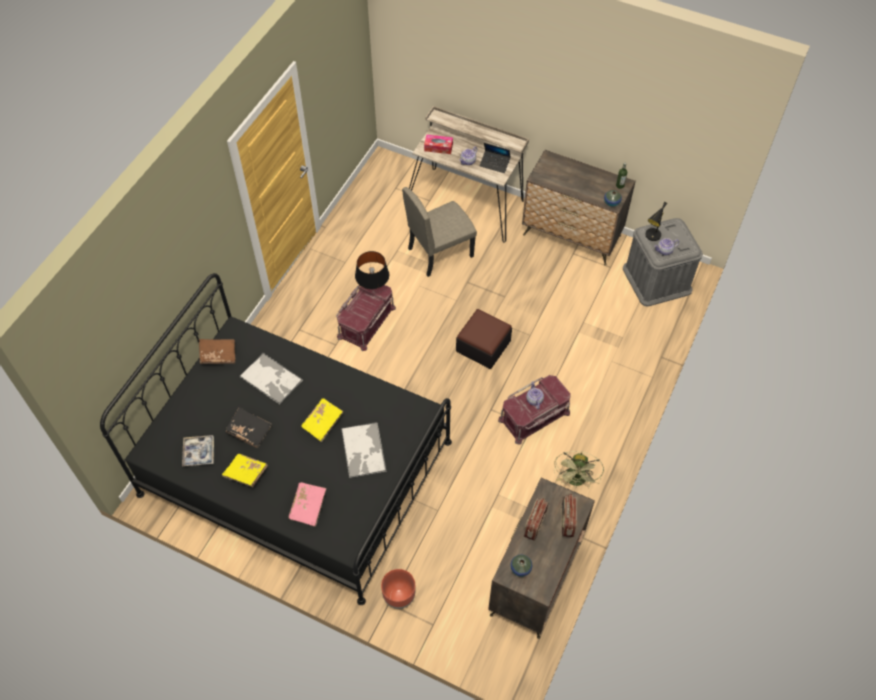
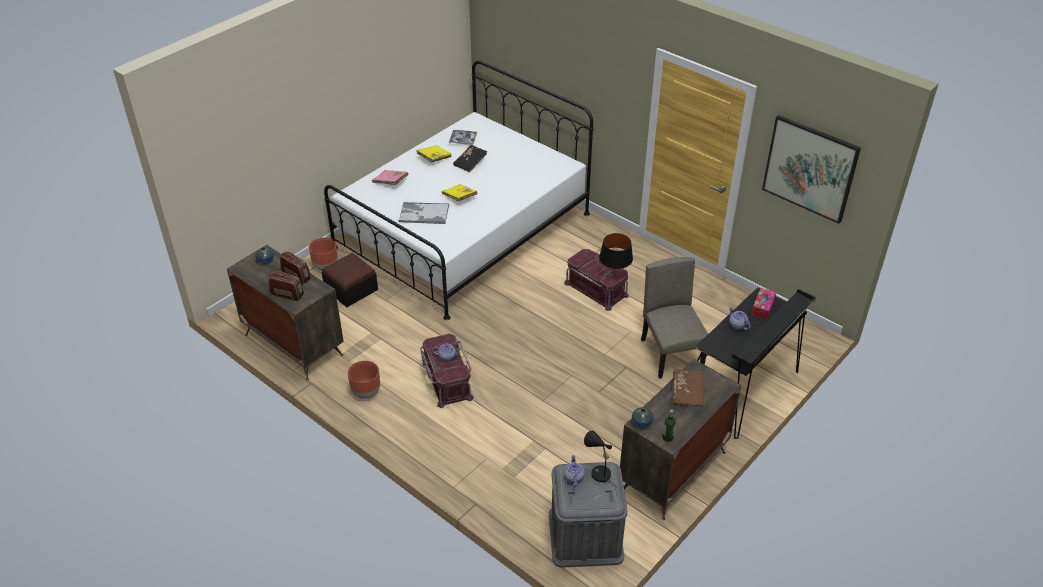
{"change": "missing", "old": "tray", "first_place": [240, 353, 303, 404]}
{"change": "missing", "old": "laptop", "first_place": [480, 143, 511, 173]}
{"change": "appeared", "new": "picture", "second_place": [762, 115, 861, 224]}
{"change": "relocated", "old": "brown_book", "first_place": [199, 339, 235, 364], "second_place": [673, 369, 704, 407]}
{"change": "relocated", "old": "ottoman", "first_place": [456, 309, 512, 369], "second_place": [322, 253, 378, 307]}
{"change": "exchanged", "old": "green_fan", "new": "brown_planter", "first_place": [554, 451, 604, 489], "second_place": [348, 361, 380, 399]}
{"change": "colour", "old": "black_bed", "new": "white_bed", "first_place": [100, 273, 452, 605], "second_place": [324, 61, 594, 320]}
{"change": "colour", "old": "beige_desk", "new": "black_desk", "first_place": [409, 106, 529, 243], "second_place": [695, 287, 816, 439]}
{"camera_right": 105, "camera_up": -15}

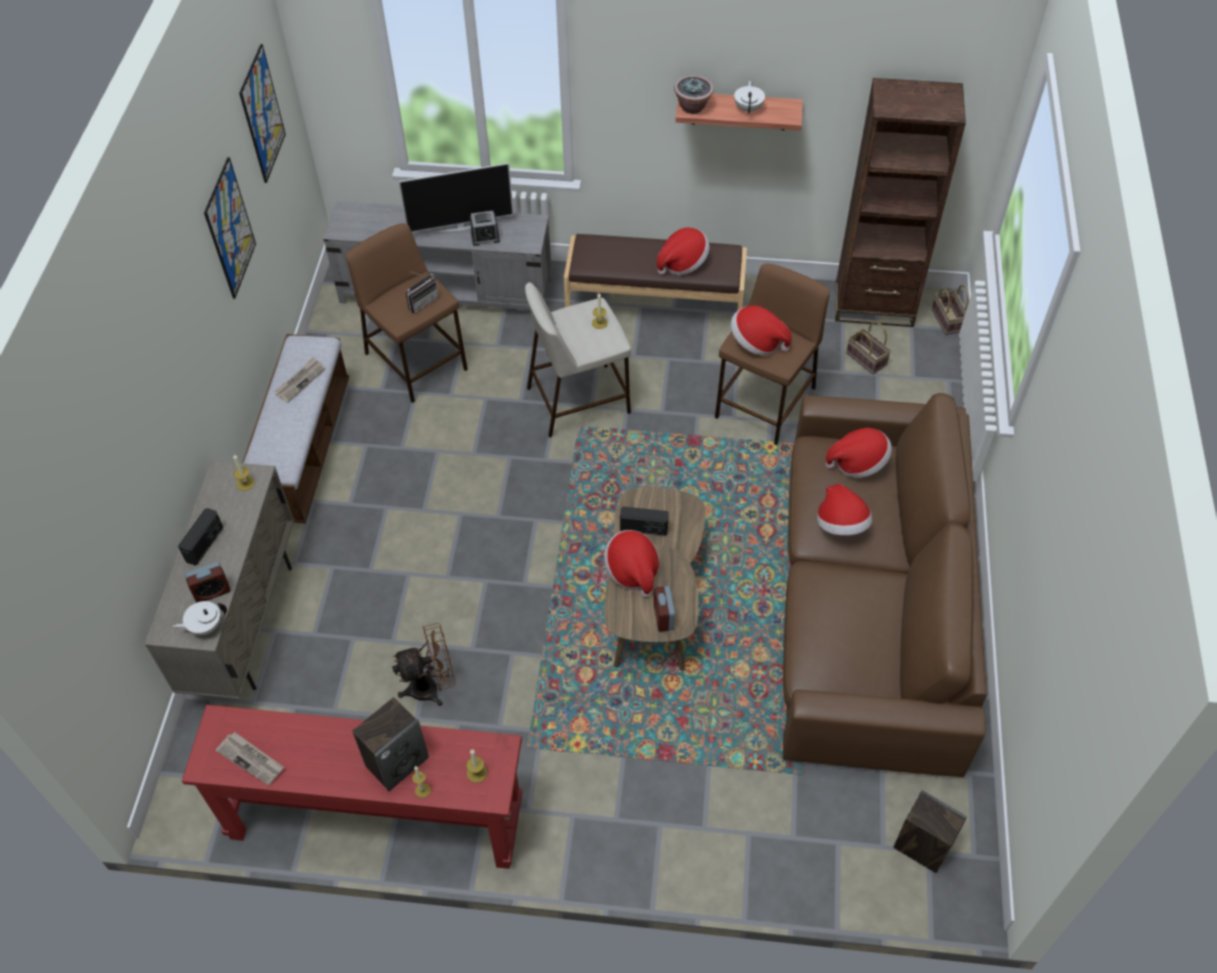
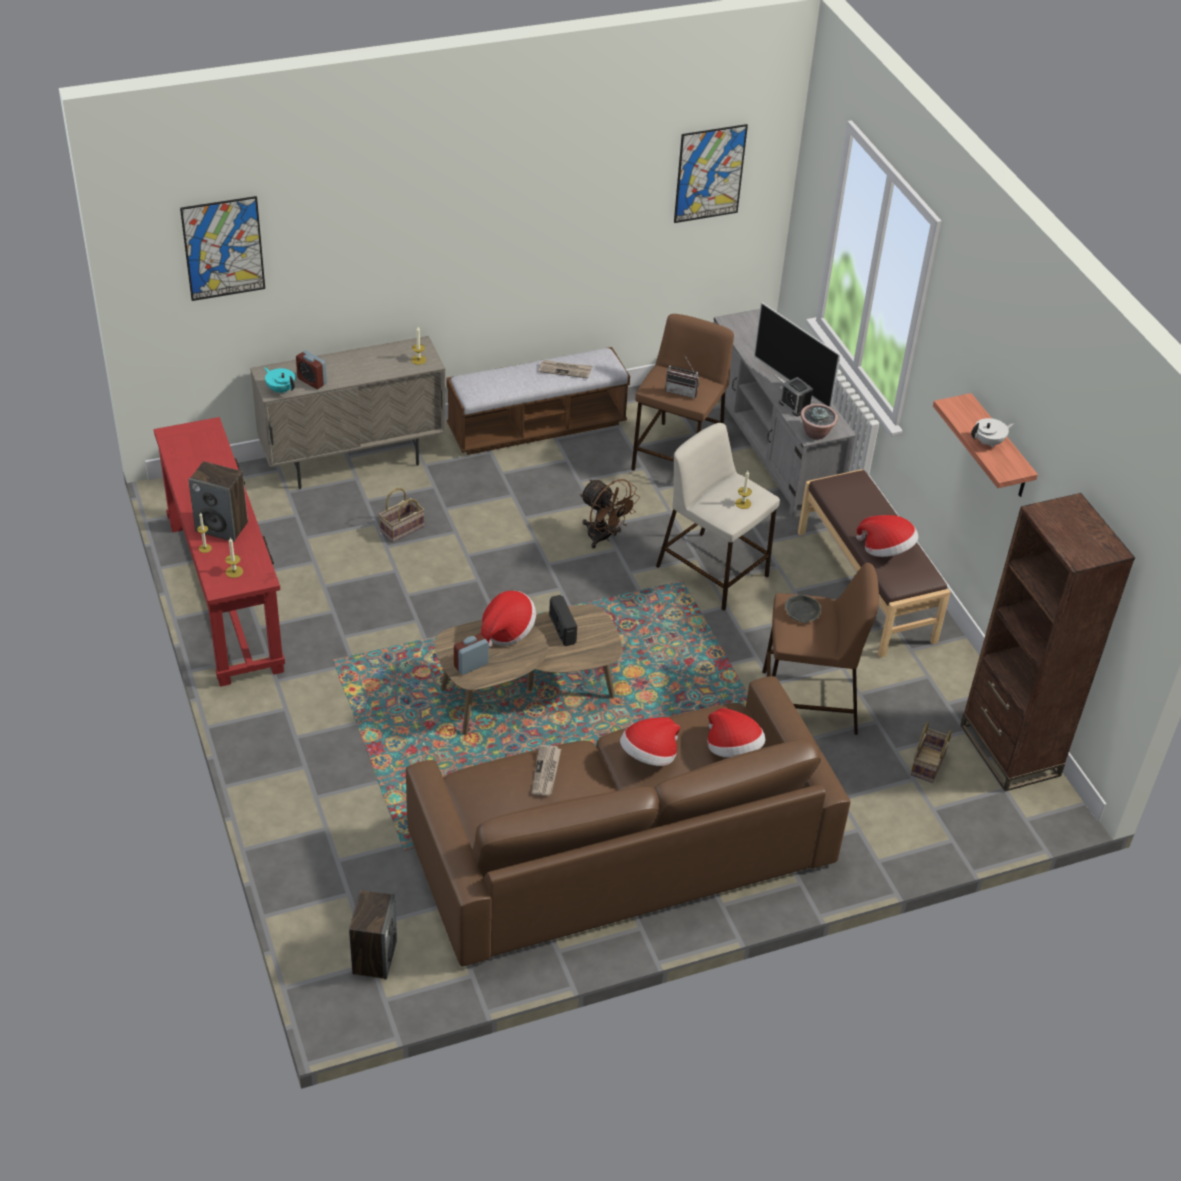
{"change": "missing", "old": "radio", "first_place": [178, 508, 223, 566]}
{"change": "relocated", "old": "picture", "first_place": [204, 157, 256, 299], "second_place": [180, 196, 265, 301]}
{"change": "relocated", "old": "newspaper", "first_place": [215, 732, 284, 786], "second_place": [532, 745, 561, 796]}
{"change": "relocated", "old": "brown_fan", "first_place": [392, 623, 456, 706], "second_place": [580, 479, 640, 549]}
{"change": "relocated", "old": "potted_plant", "first_place": [674, 75, 714, 114], "second_place": [801, 404, 838, 440]}
{"change": "relocated", "old": "basket", "first_place": [932, 285, 969, 335], "second_place": [379, 488, 425, 542]}
{"change": "exchanged", "old": "hat", "new": "grey_bowl", "first_place": [731, 305, 792, 356], "second_place": [785, 595, 821, 623]}
{"change": "colour", "old": "white_teapot", "new": "turquoise_teapot", "first_place": [173, 601, 227, 635], "second_place": [264, 367, 295, 393]}
{"camera_right": 60, "camera_up": -10}

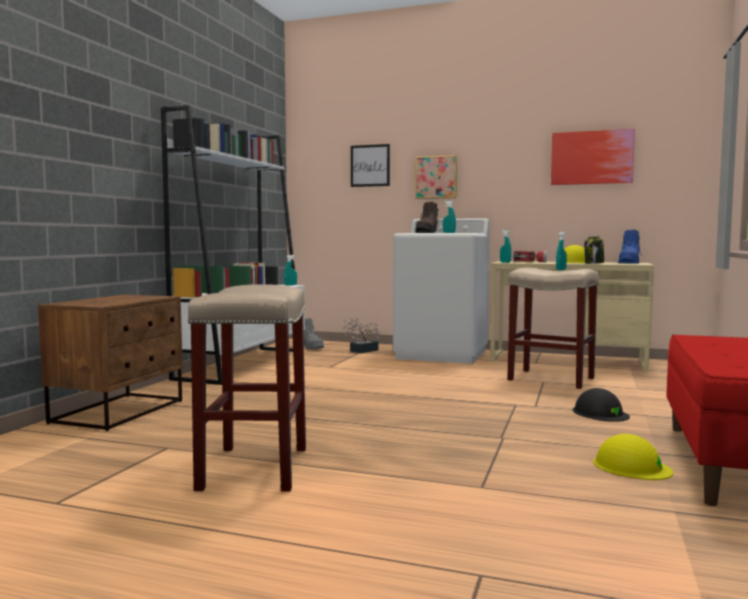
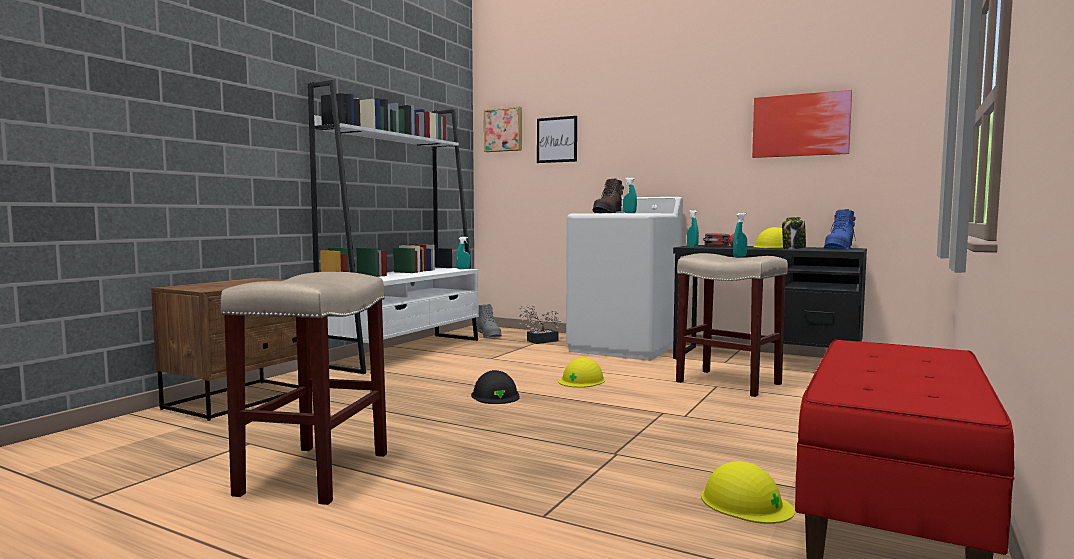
{"change": "appeared", "new": "yellow_hard_hat", "second_place": [558, 358, 605, 388]}
{"change": "relocated", "old": "picture", "first_place": [415, 155, 457, 199], "second_place": [484, 107, 522, 152]}
{"change": "relocated", "old": "black_hard_hat", "first_place": [573, 388, 630, 422], "second_place": [471, 370, 520, 404]}
{"change": "colour", "old": "beige_desk", "new": "black_desk", "first_place": [490, 261, 654, 371], "second_place": [673, 245, 867, 359]}
{"camera_right": 10, "camera_up": 0}

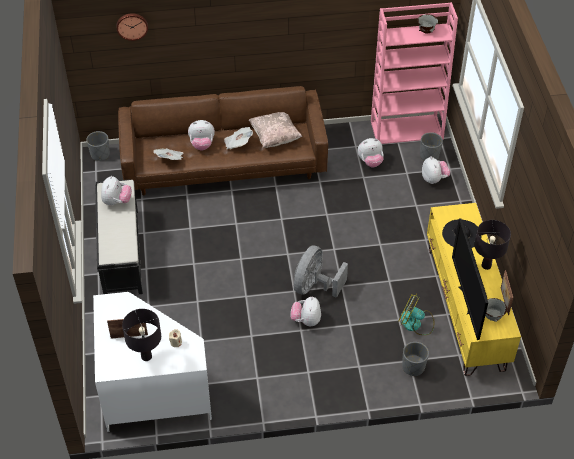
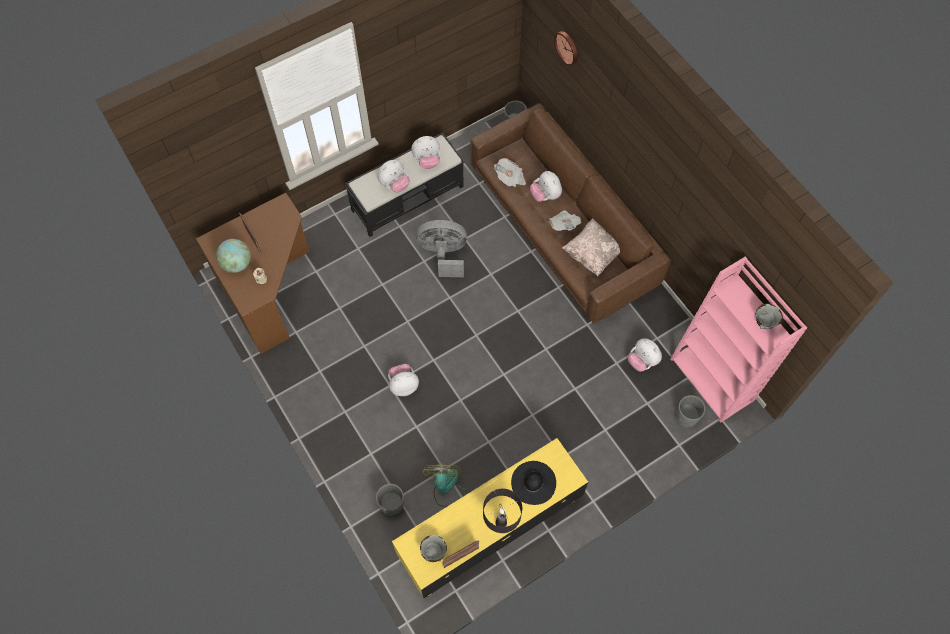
{"change": "missing", "old": "television", "first_place": [452, 218, 488, 340]}
{"change": "relocated", "old": "grey_fan", "first_place": [294, 245, 348, 298], "second_place": [416, 220, 467, 277]}
{"change": "relocated", "old": "plush_toy", "first_place": [422, 156, 450, 184], "second_place": [378, 160, 410, 192]}
{"change": "exchanged", "old": "black_table_lamp", "new": "globe", "first_place": [122, 309, 161, 361], "second_place": [216, 239, 251, 273]}
{"change": "colour", "old": "white_desk", "new": "brown_desk", "first_place": [93, 292, 212, 432], "second_place": [196, 193, 310, 354]}
{"camera_right": 65, "camera_up": 15}

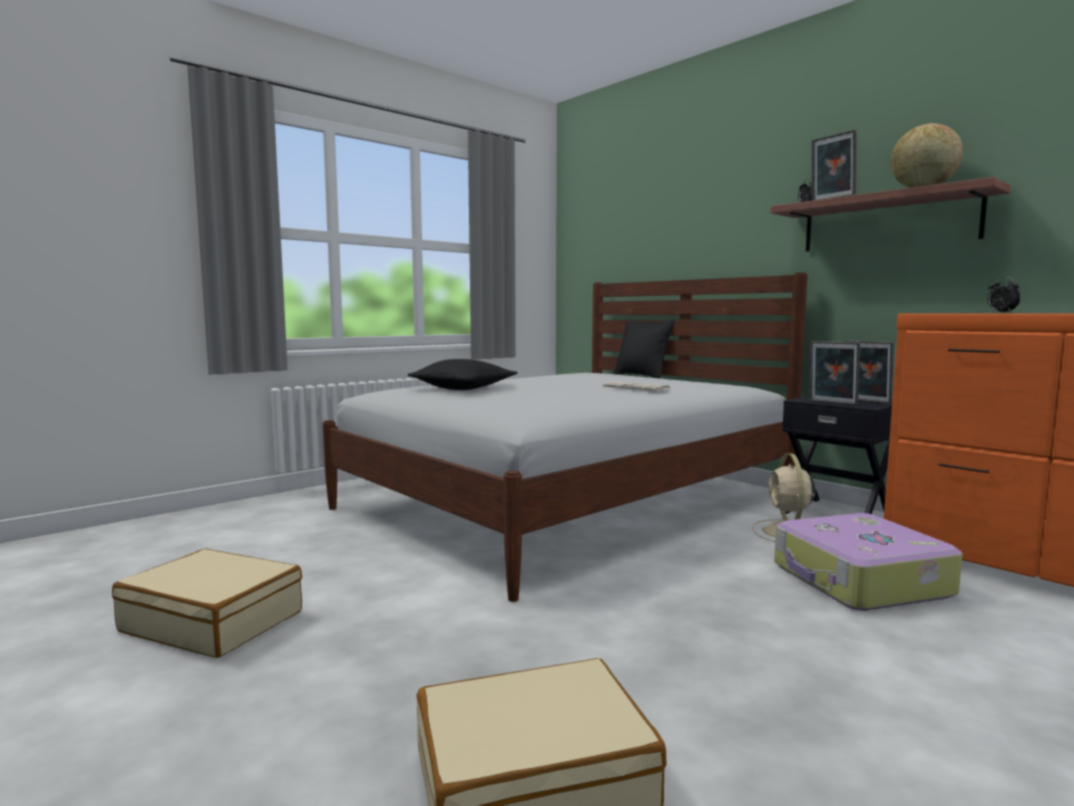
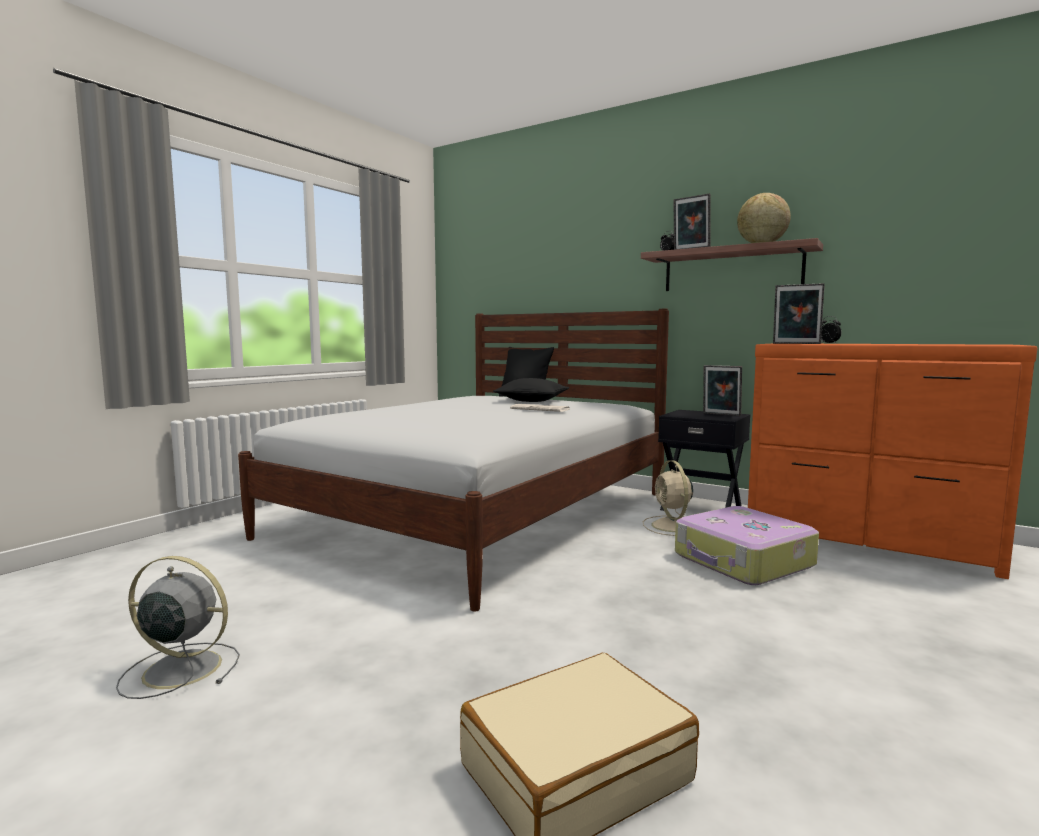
{"change": "relocated", "old": "black_pillow", "first_place": [407, 359, 518, 390], "second_place": [493, 378, 570, 402]}
{"change": "relocated", "old": "picture_frame", "first_place": [809, 341, 860, 405], "second_place": [773, 283, 825, 344]}
{"change": "exchanged", "old": "beige_suitcase", "new": "grey_fan", "first_place": [112, 549, 302, 658], "second_place": [116, 556, 240, 699]}
{"camera_right": -15, "camera_up": 0}

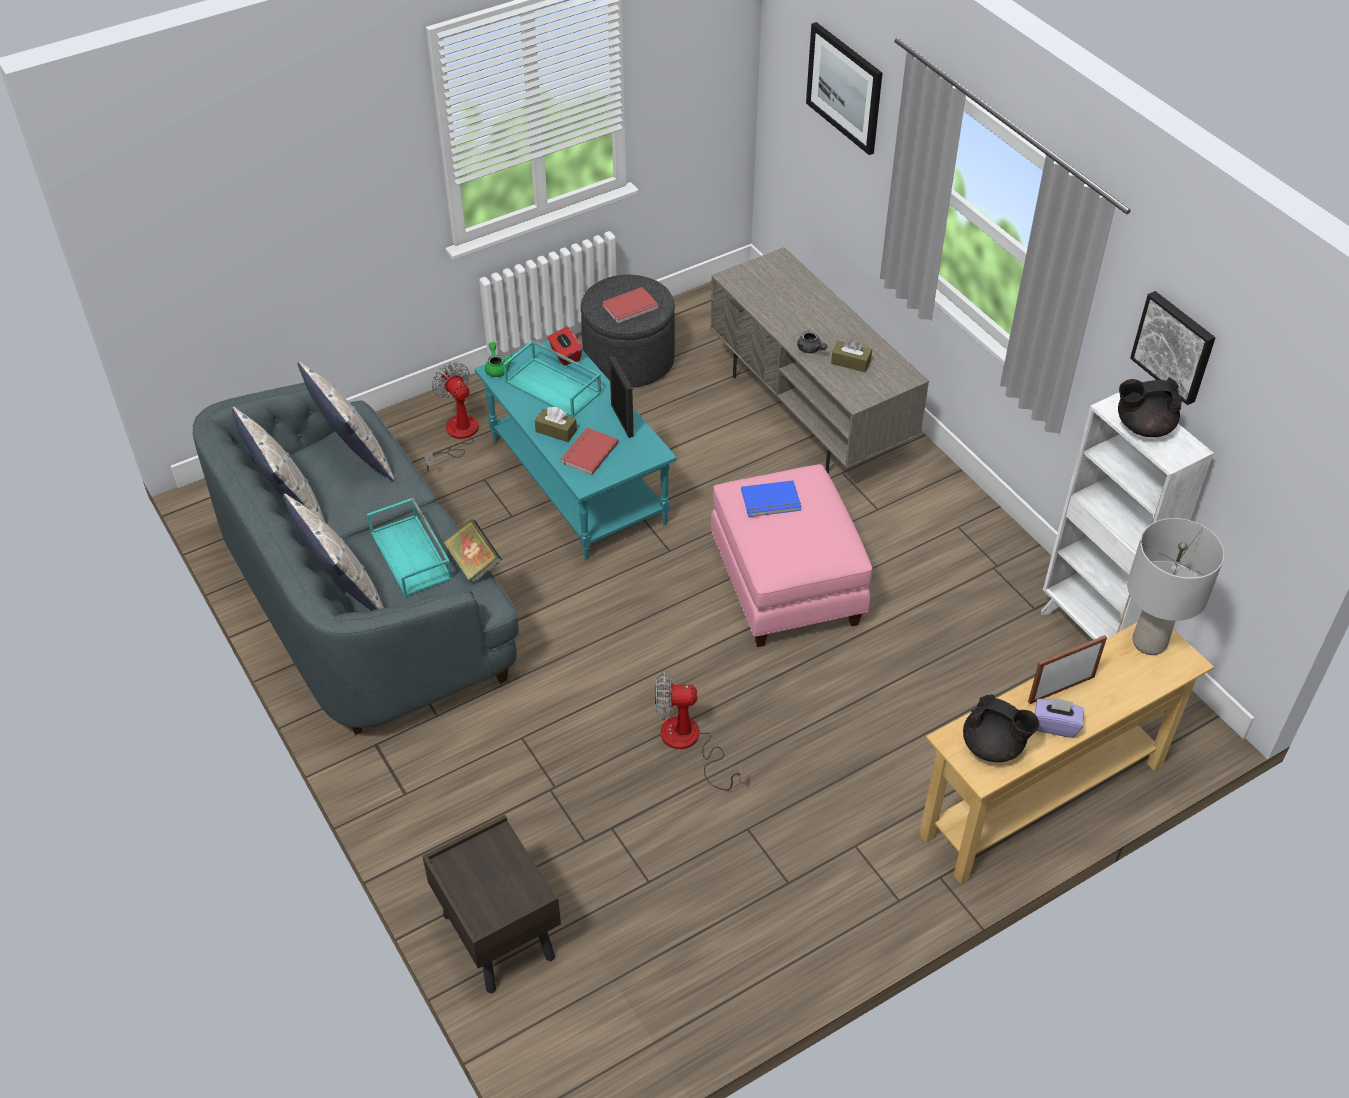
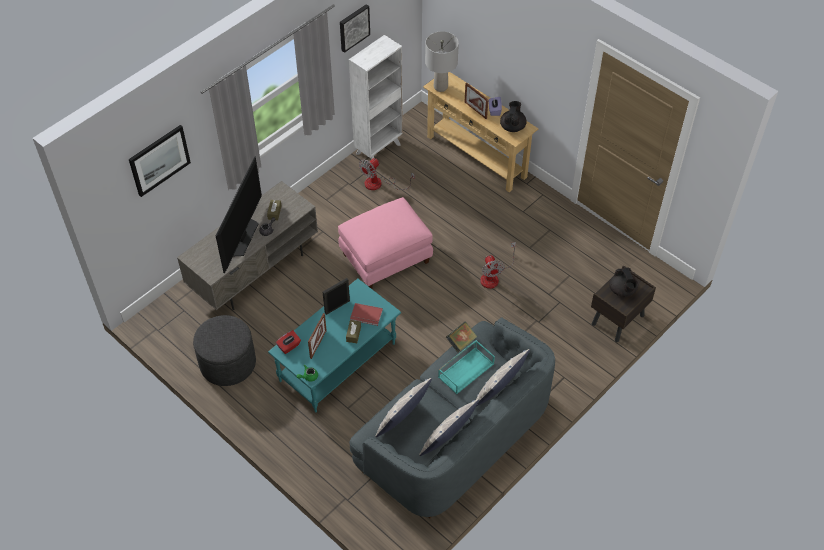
{"change": "missing", "old": "red_book", "first_place": [602, 287, 659, 324]}
{"change": "missing", "old": "blue_book", "first_place": [741, 480, 801, 517]}
{"change": "appeared", "new": "television", "second_place": [216, 156, 262, 273]}
{"change": "relocated", "old": "fan", "first_place": [424, 363, 479, 472], "second_place": [359, 158, 415, 190]}
{"change": "relocated", "old": "black_teapot", "first_place": [1118, 378, 1182, 437], "second_place": [609, 267, 639, 297]}
{"change": "exchanged", "old": "turquoise_tray", "new": "picture_frame", "first_place": [504, 340, 602, 418], "second_place": [308, 313, 327, 359]}
{"camera_right": -105, "camera_up": 5}

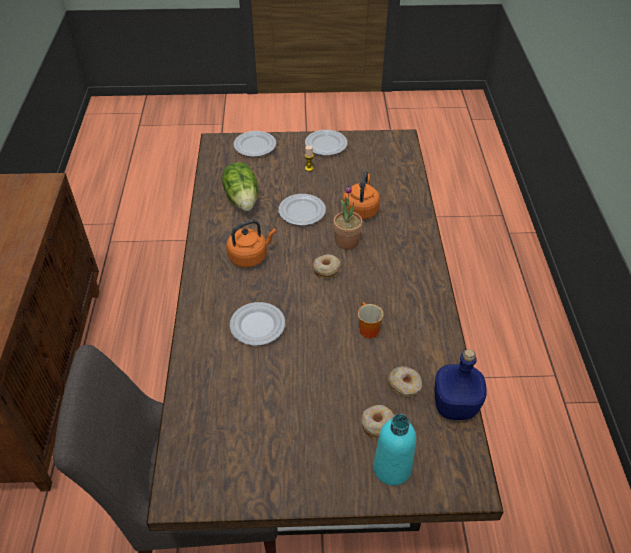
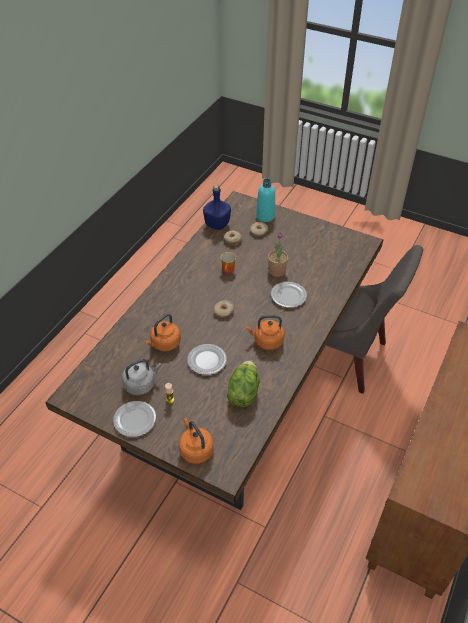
{"change": "appeared", "new": "grey_kettle", "second_place": [122, 359, 162, 395]}
{"change": "relocated", "old": "potted_plant", "first_place": [333, 184, 363, 250], "second_place": [268, 232, 288, 277]}
{"change": "exchanged", "old": "plate", "new": "orange_kettle", "first_place": [233, 131, 276, 157], "second_place": [179, 418, 214, 464]}
{"camera_right": -150, "camera_up": 0}

